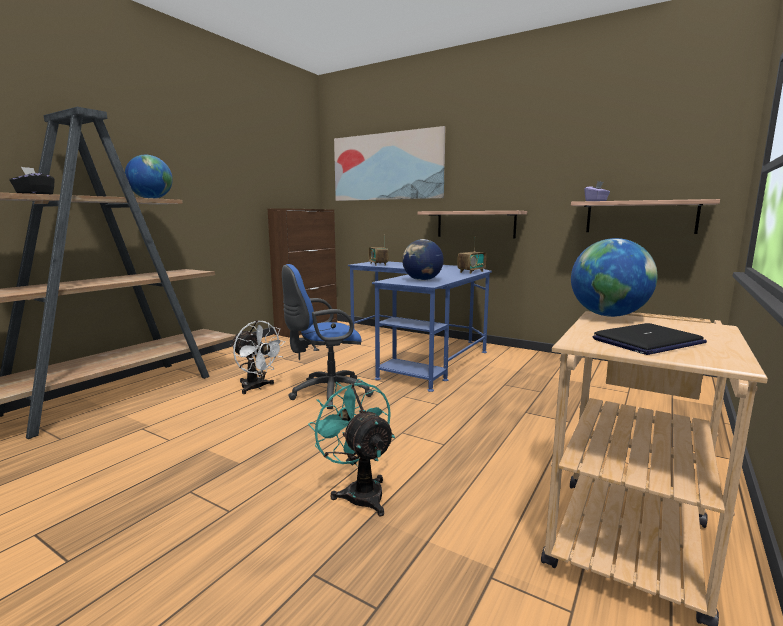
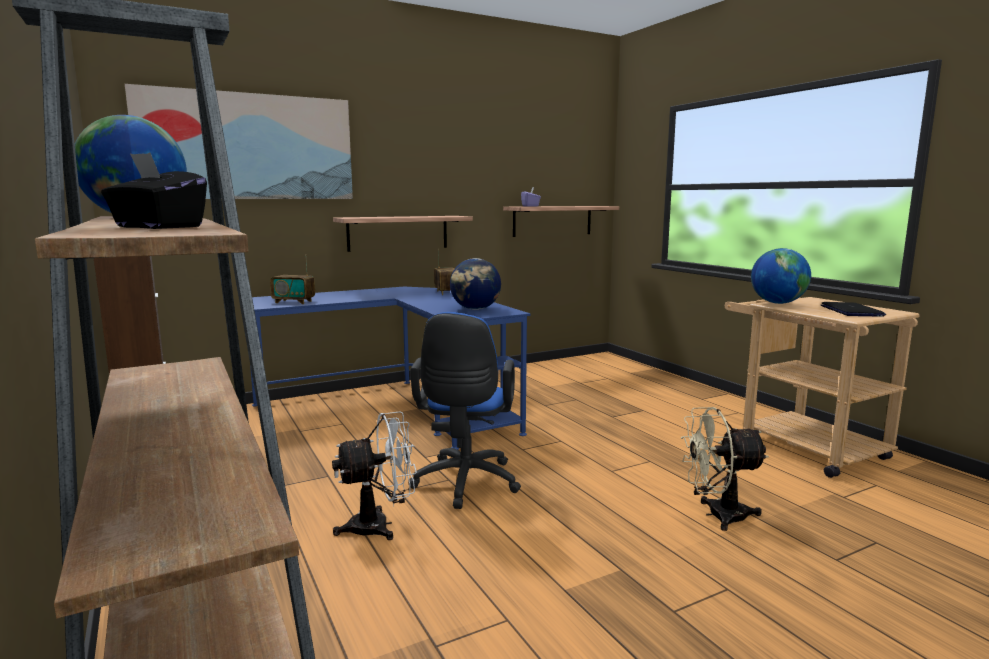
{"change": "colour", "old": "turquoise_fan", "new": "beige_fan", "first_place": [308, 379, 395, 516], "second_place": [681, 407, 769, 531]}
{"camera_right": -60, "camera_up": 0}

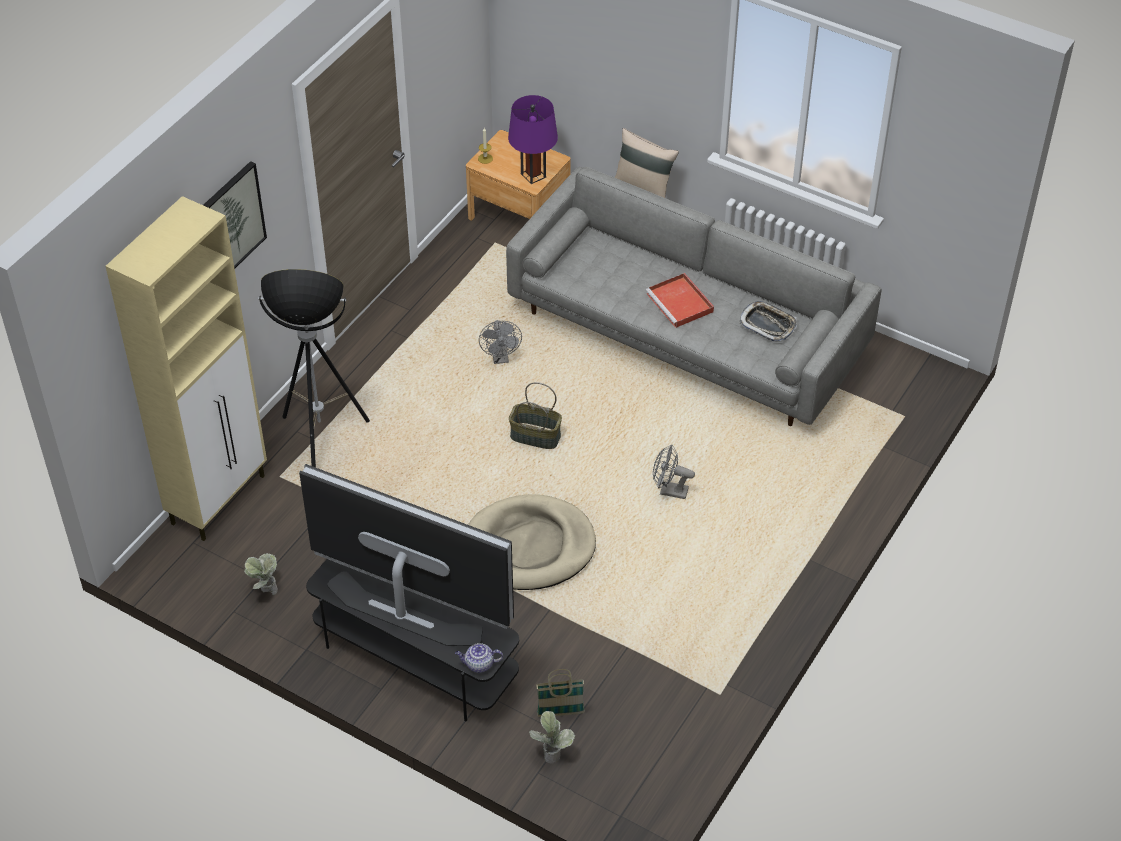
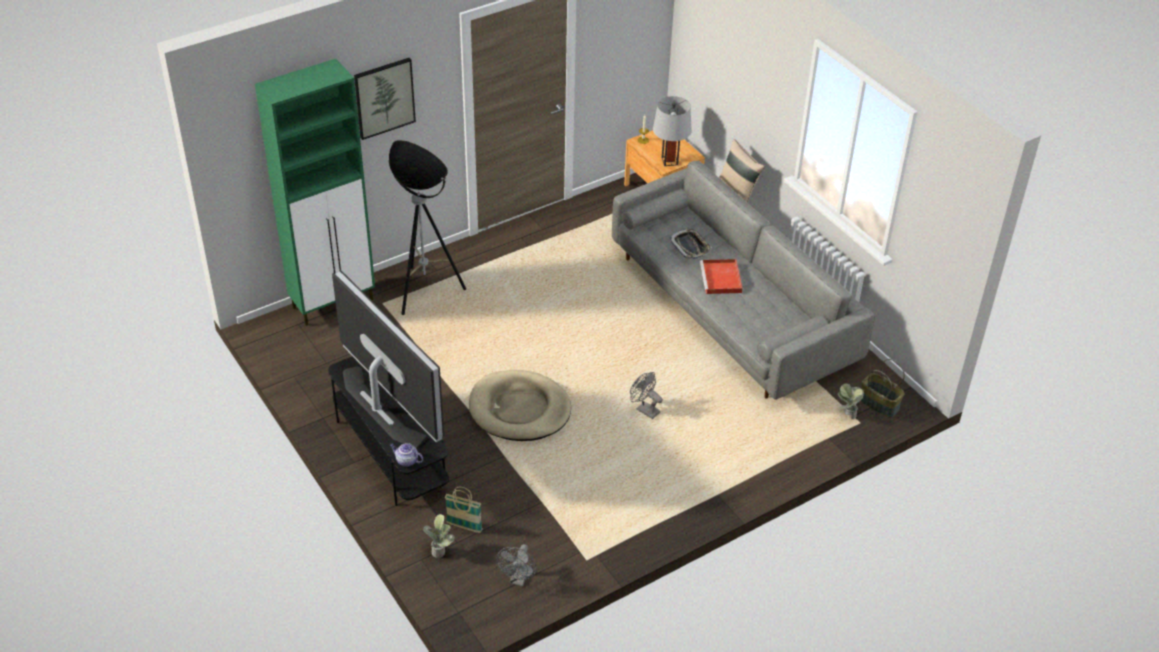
{"change": "relocated", "old": "potted_plant", "first_place": [244, 553, 278, 595], "second_place": [837, 383, 864, 419]}
{"change": "relocated", "old": "grey_fan", "first_place": [479, 320, 522, 364], "second_place": [497, 544, 536, 587]}
{"change": "relocated", "old": "basket", "first_place": [509, 382, 562, 449], "second_place": [861, 359, 905, 417]}
{"change": "relocated", "old": "tray", "first_place": [739, 301, 797, 342], "second_place": [669, 228, 712, 260]}
{"change": "colour", "old": "beige_cabinet", "new": "green_cabinet", "first_place": [105, 196, 267, 541], "second_place": [255, 59, 375, 326]}
{"change": "colour", "old": "purple_table_lamp", "new": "grey_table_lamp", "first_place": [508, 95, 558, 184], "second_place": [653, 96, 692, 166]}
{"camera_right": 25, "camera_up": -5}

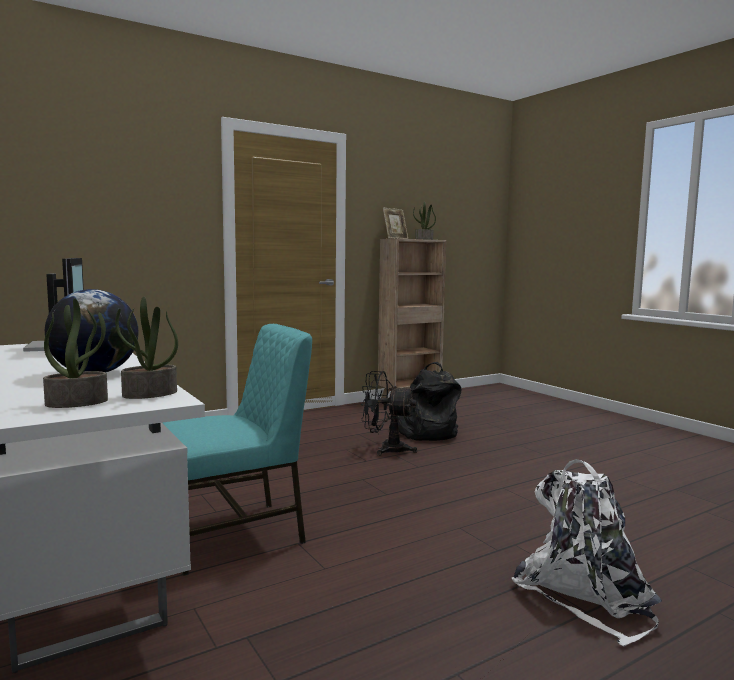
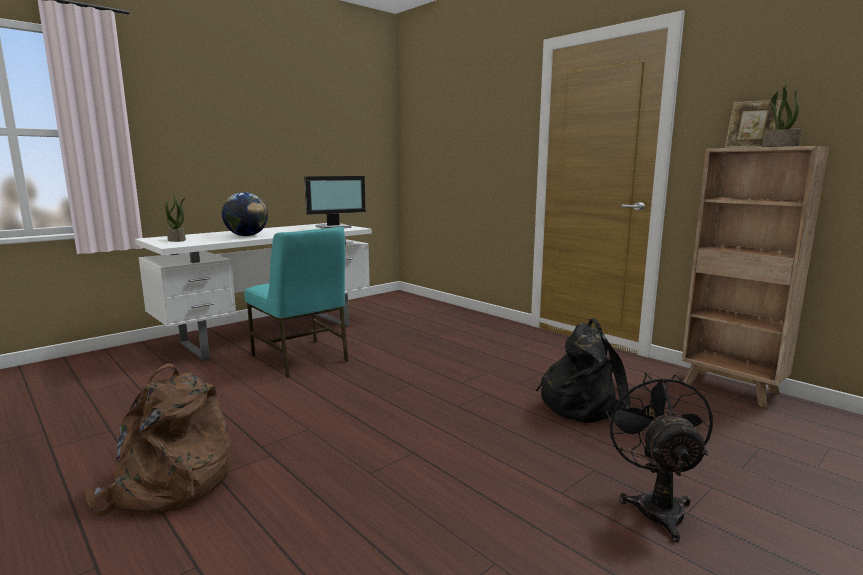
{"change": "missing", "old": "potted_plant", "first_place": [115, 297, 178, 399]}
{"change": "relocated", "old": "black_fan", "first_place": [361, 371, 417, 456], "second_place": [605, 372, 713, 542]}
{"change": "colour", "old": "white_backpack", "new": "brown_backpack", "first_place": [512, 459, 662, 646], "second_place": [85, 363, 231, 516]}
{"camera_right": 80, "camera_up": 5}

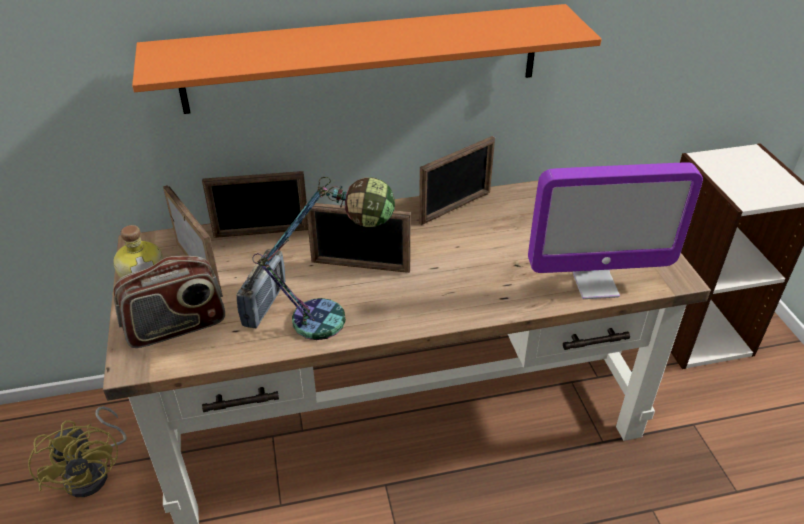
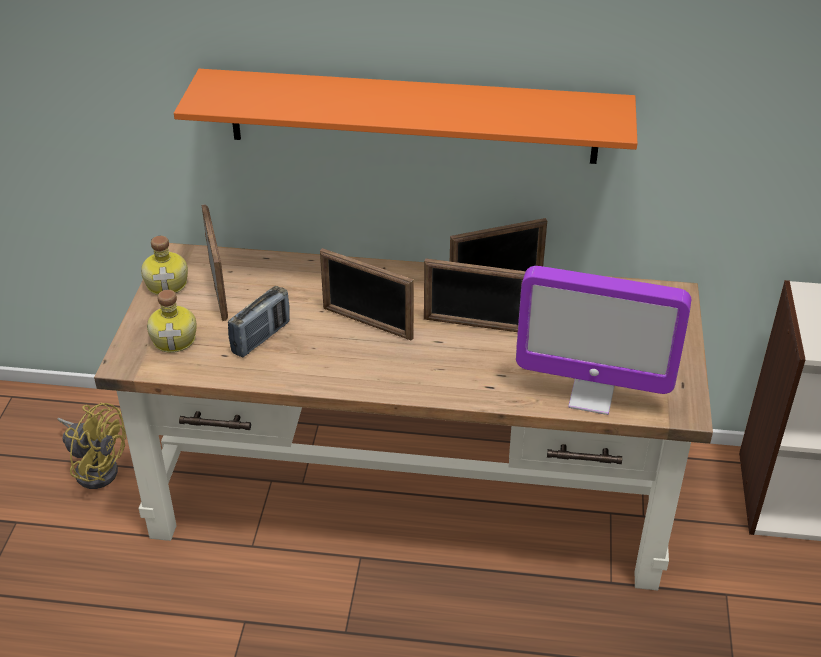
{"change": "missing", "old": "table_lamp", "first_place": [252, 177, 395, 340]}
{"change": "relocated", "old": "picture_frame", "first_place": [202, 171, 308, 238], "second_place": [424, 258, 526, 332]}
{"change": "exchanged", "old": "radio", "new": "bottle", "first_place": [114, 256, 225, 348], "second_place": [147, 290, 197, 353]}
{"change": "spun", "old": "yellow_fan", "first_place": [28, 406, 127, 497], "second_place": [57, 402, 126, 489], "degrees": -60}
{"camera_right": 20, "camera_up": 0}

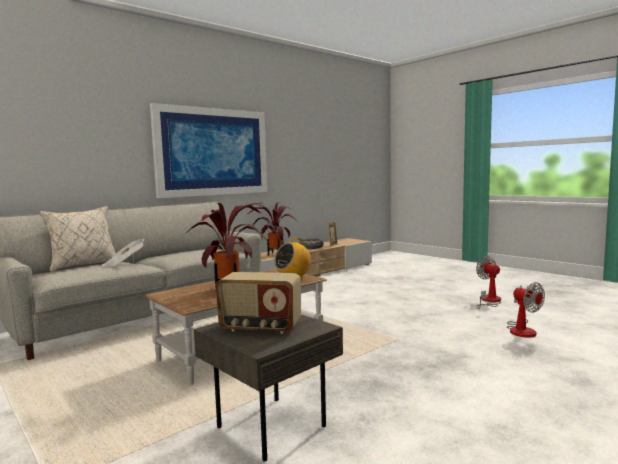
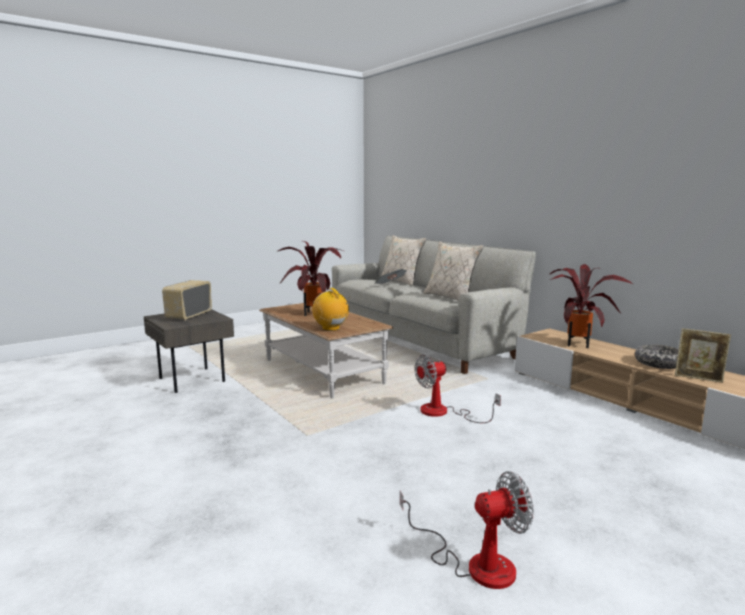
{"change": "missing", "old": "picture", "first_place": [150, 103, 267, 198]}
{"change": "appeared", "new": "beige_pillow", "second_place": [424, 241, 484, 301]}
{"change": "relocated", "old": "fan", "first_place": [507, 282, 545, 338], "second_place": [414, 355, 501, 423]}
{"camera_right": 95, "camera_up": 5}

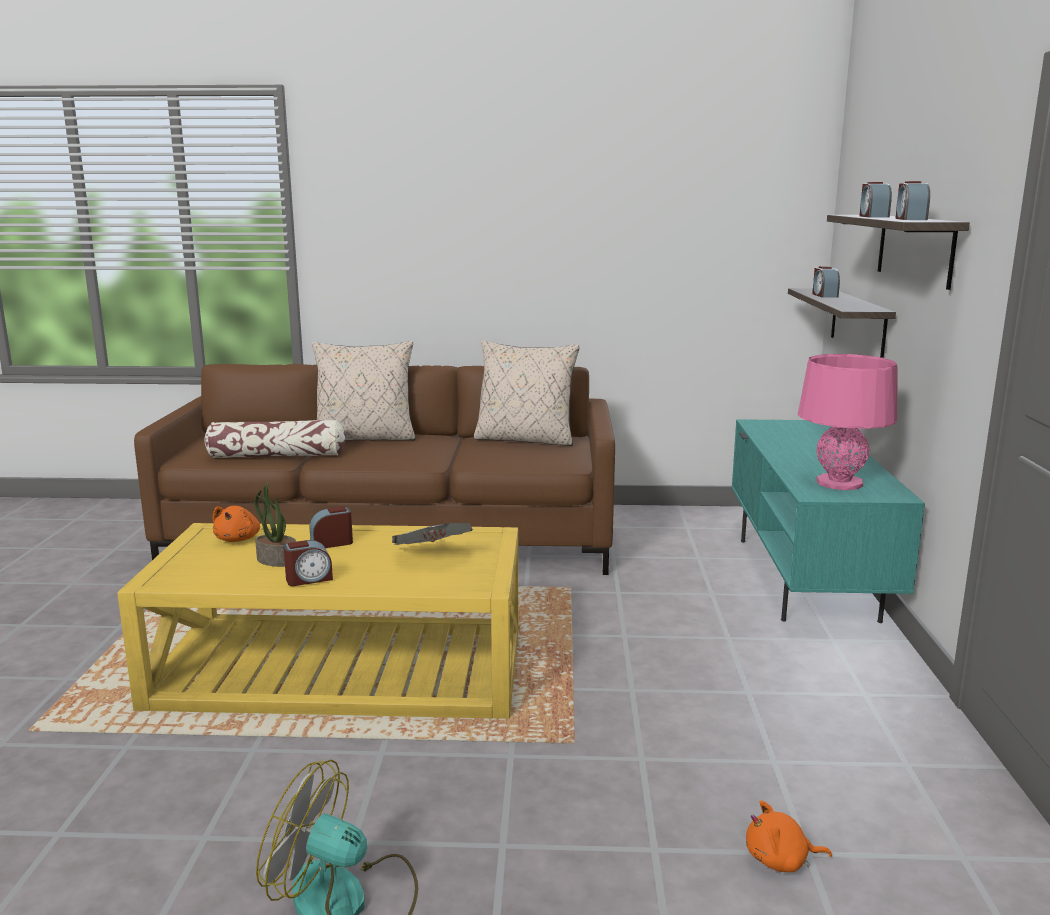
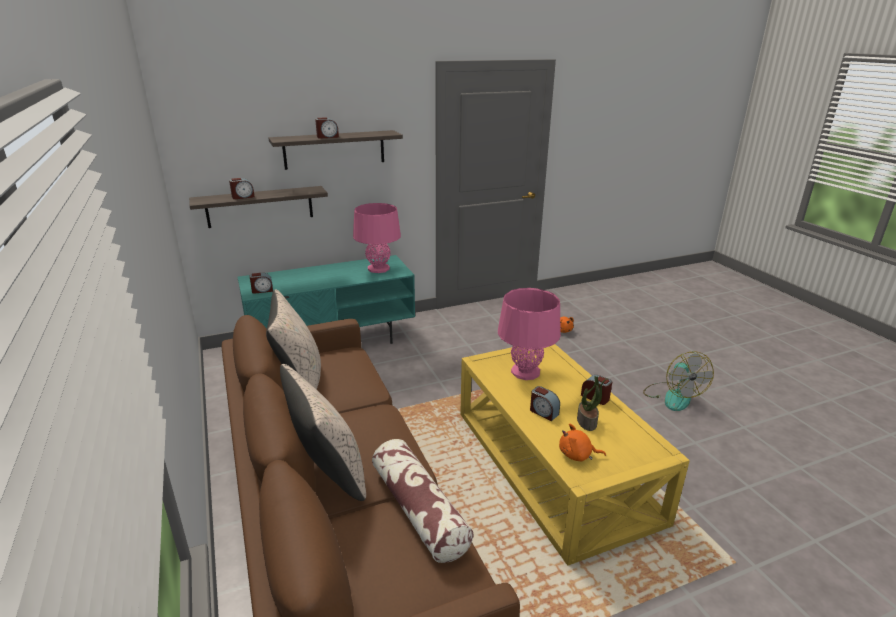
{"change": "relocated", "old": "alarm_clock", "first_place": [896, 181, 930, 220], "second_place": [250, 273, 273, 294]}
{"change": "exchanged", "old": "newspaper", "new": "pink_table_lamp", "first_place": [392, 523, 473, 545], "second_place": [498, 288, 561, 380]}
{"change": "spun", "old": "orange_plush_toy", "first_place": [213, 506, 260, 542], "second_place": [559, 423, 606, 461], "degrees": -150}
{"camera_right": -115, "camera_up": 10}

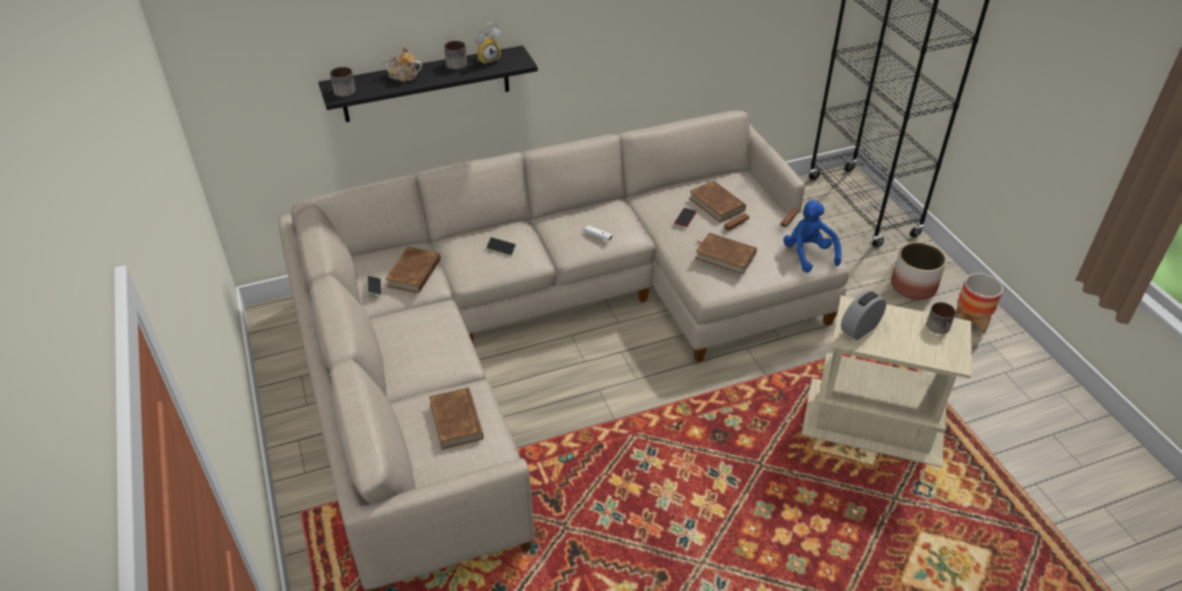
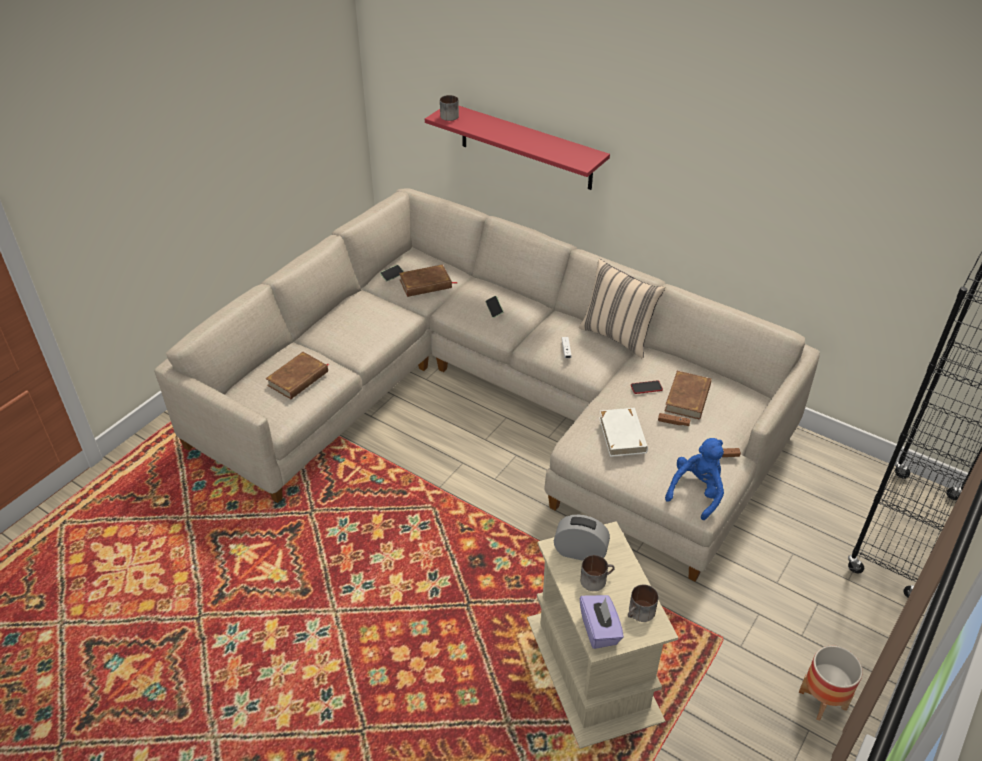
{"change": "missing", "old": "teapot", "first_place": [382, 46, 422, 82]}
{"change": "missing", "old": "alarm_clock", "first_place": [475, 22, 501, 64]}
{"change": "missing", "old": "planter", "first_place": [891, 242, 946, 300]}
{"change": "appeared", "new": "beige_pillow", "second_place": [579, 259, 665, 359]}
{"change": "appeared", "new": "purple_tissue_box", "second_place": [580, 595, 624, 649]}
{"change": "relocated", "old": "mug", "first_place": [444, 41, 467, 69], "second_place": [580, 555, 615, 591]}
{"change": "colour", "old": "black_shelf", "new": "red_shelf", "first_place": [318, 46, 538, 122], "second_place": [425, 106, 610, 190]}
{"change": "colour", "old": "brown_book", "new": "white_book", "first_place": [695, 233, 757, 274], "second_place": [599, 408, 648, 457]}
{"camera_right": 55, "camera_up": 0}

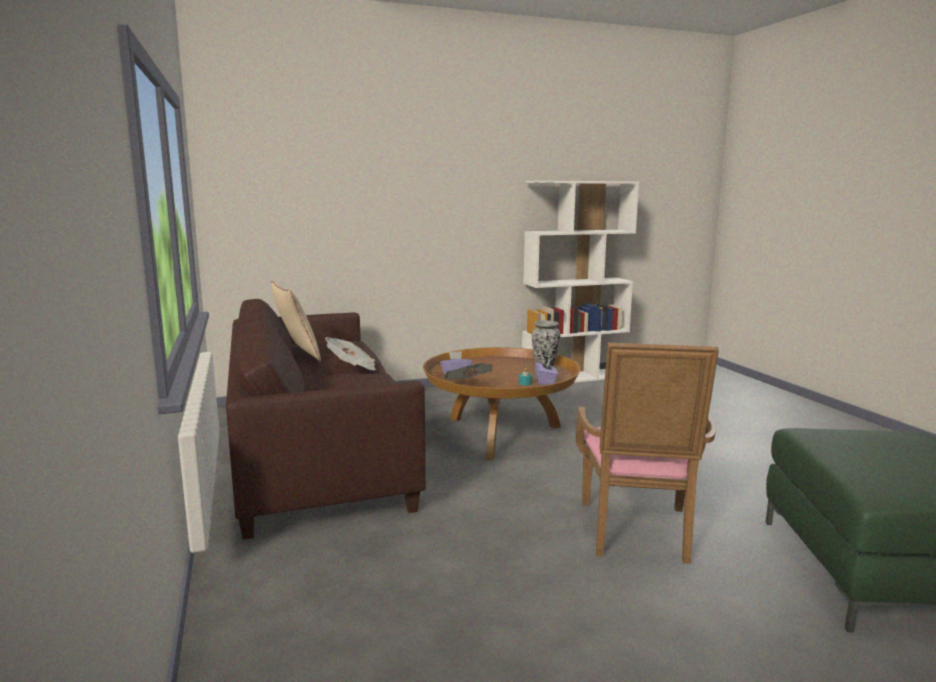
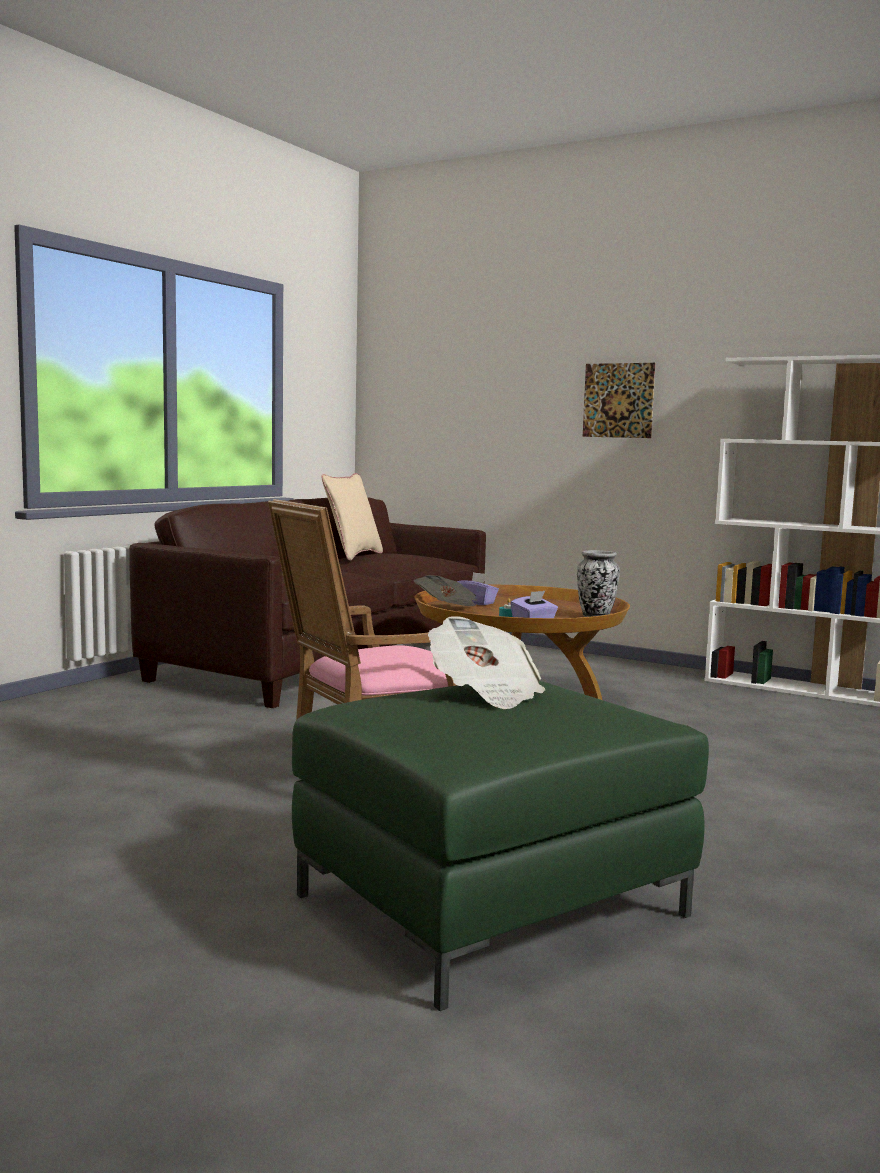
{"change": "appeared", "new": "picture", "second_place": [583, 363, 655, 438]}
{"change": "relocated", "old": "newspaper", "first_place": [325, 337, 375, 370], "second_place": [428, 616, 545, 709]}
{"camera_right": 50, "camera_up": -5}

